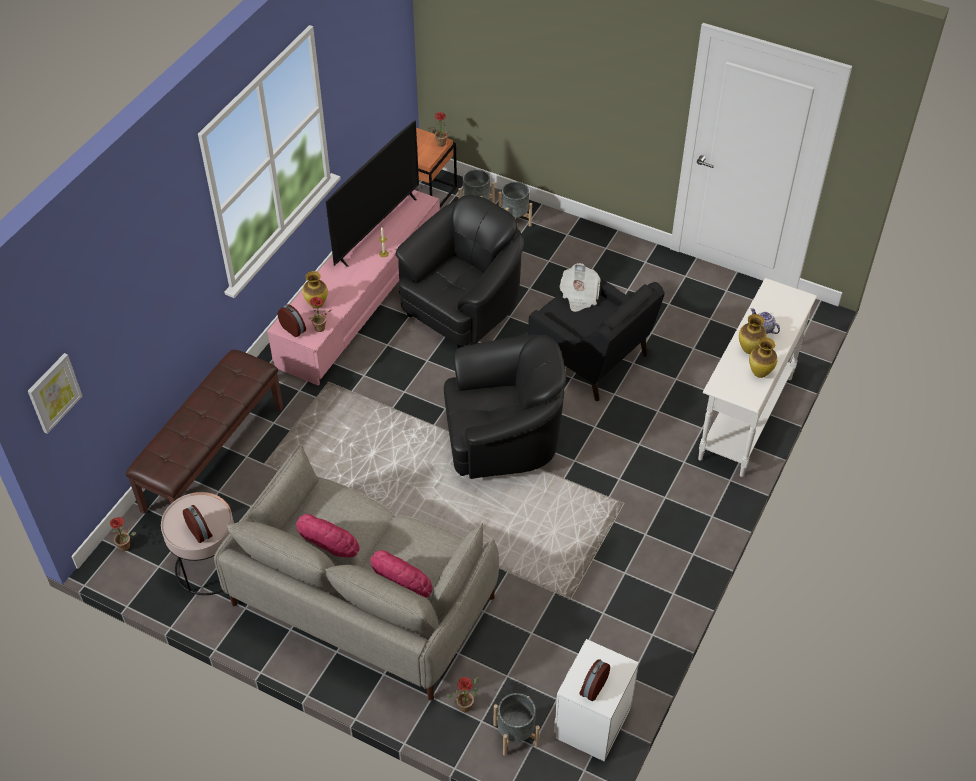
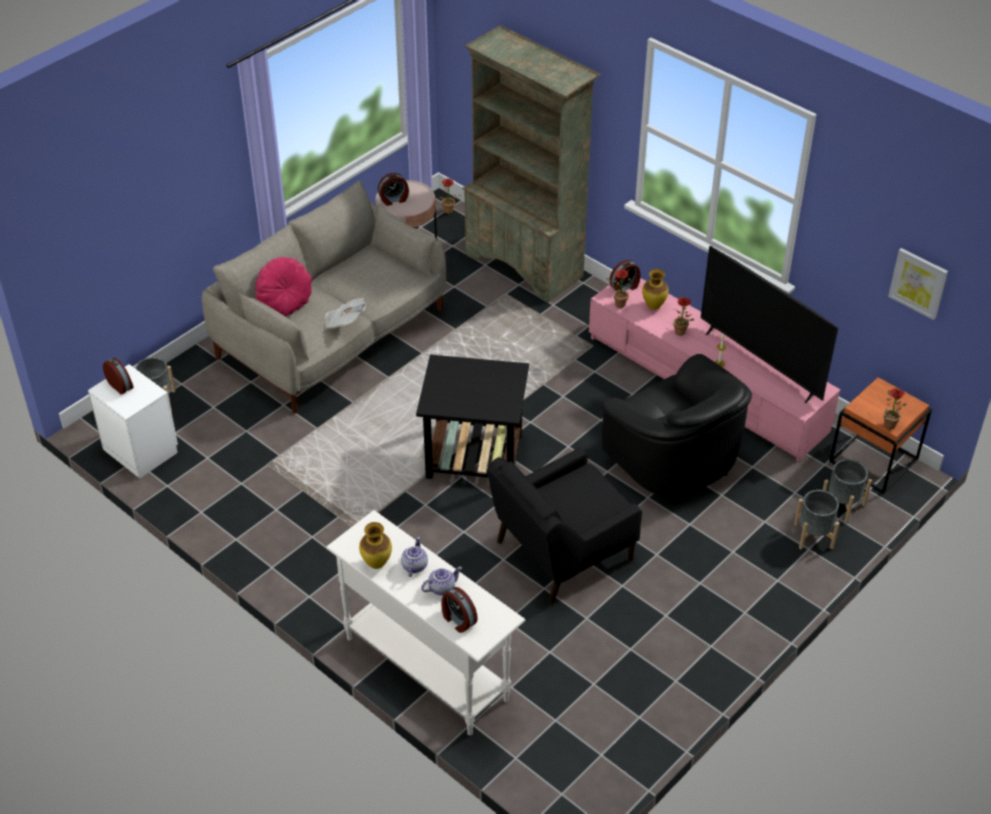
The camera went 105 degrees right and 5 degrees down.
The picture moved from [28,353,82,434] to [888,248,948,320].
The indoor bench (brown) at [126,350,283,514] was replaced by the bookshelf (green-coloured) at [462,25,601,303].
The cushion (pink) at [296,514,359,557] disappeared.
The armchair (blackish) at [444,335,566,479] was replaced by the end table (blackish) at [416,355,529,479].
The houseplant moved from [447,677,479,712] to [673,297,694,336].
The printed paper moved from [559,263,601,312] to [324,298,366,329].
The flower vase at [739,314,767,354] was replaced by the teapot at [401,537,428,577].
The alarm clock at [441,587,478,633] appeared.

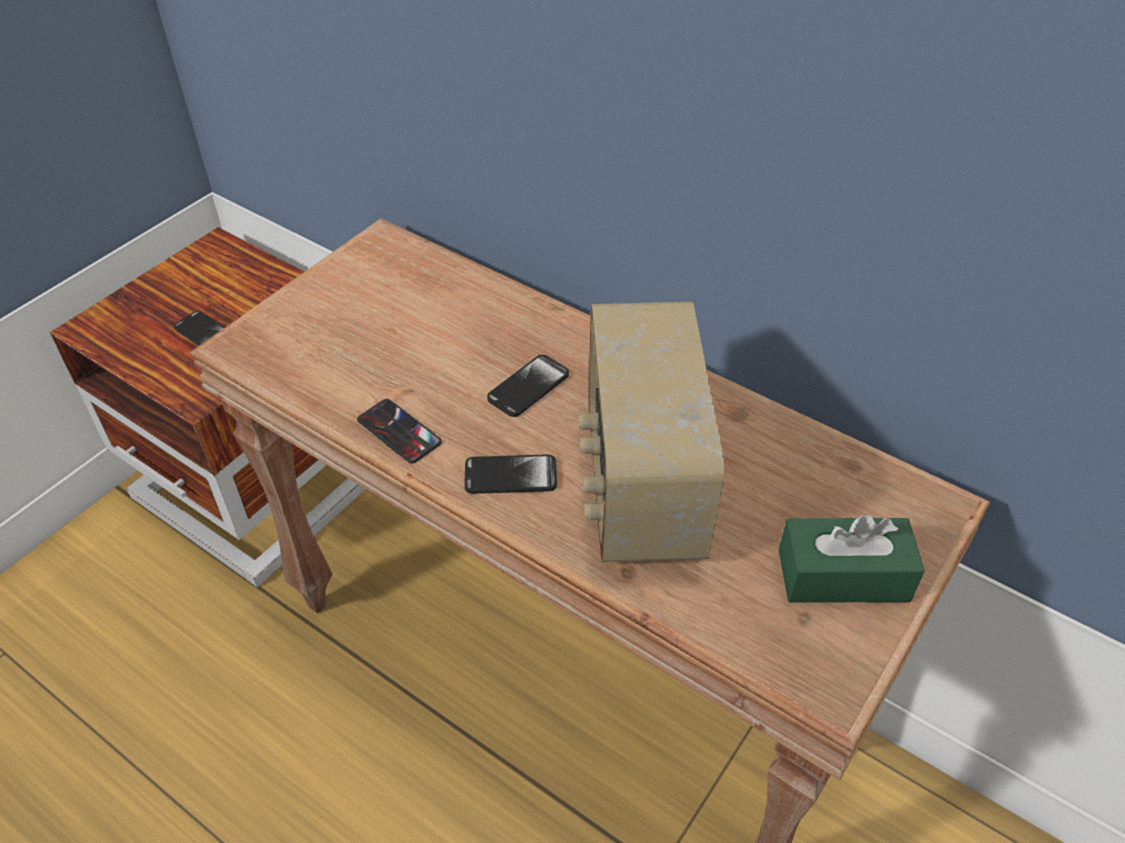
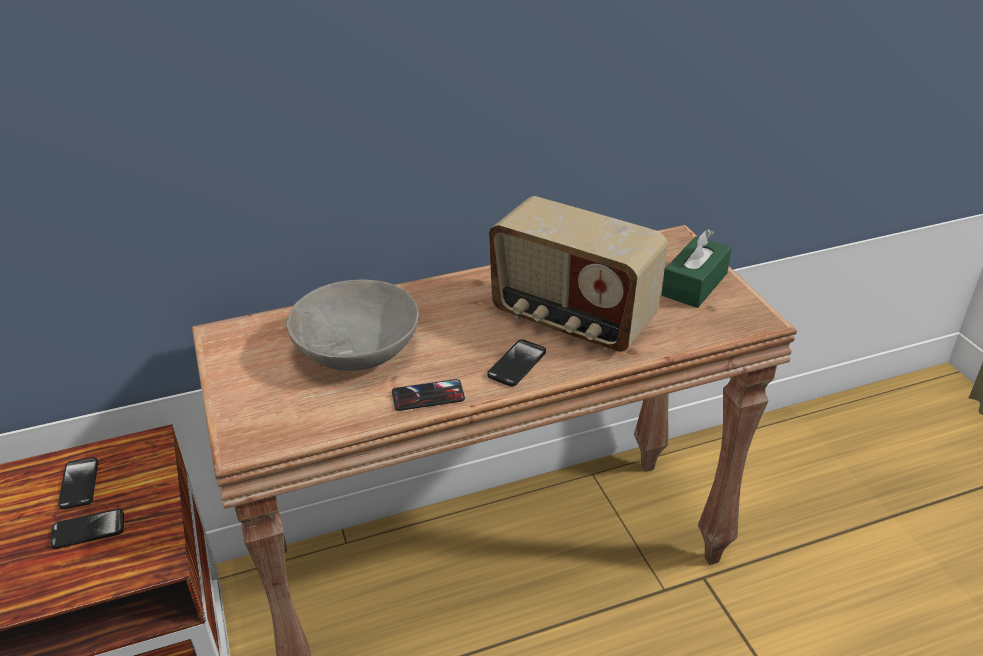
The camera went 55 degrees left and 10 degrees down.
The handset moved from [487,355,569,417] to [58,457,98,509].
The bowl (gray) at [286,280,419,371] appeared.

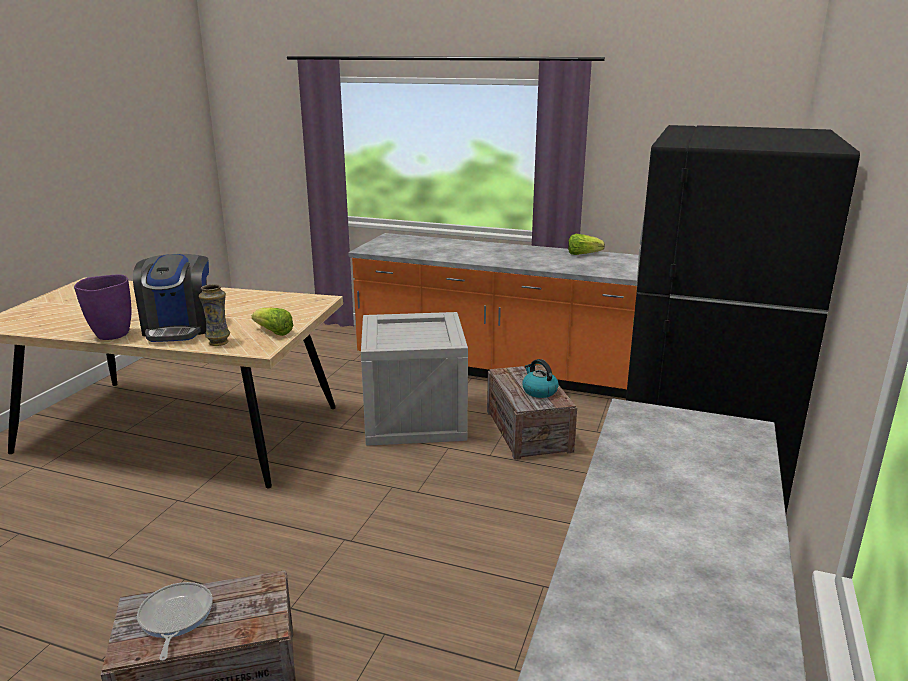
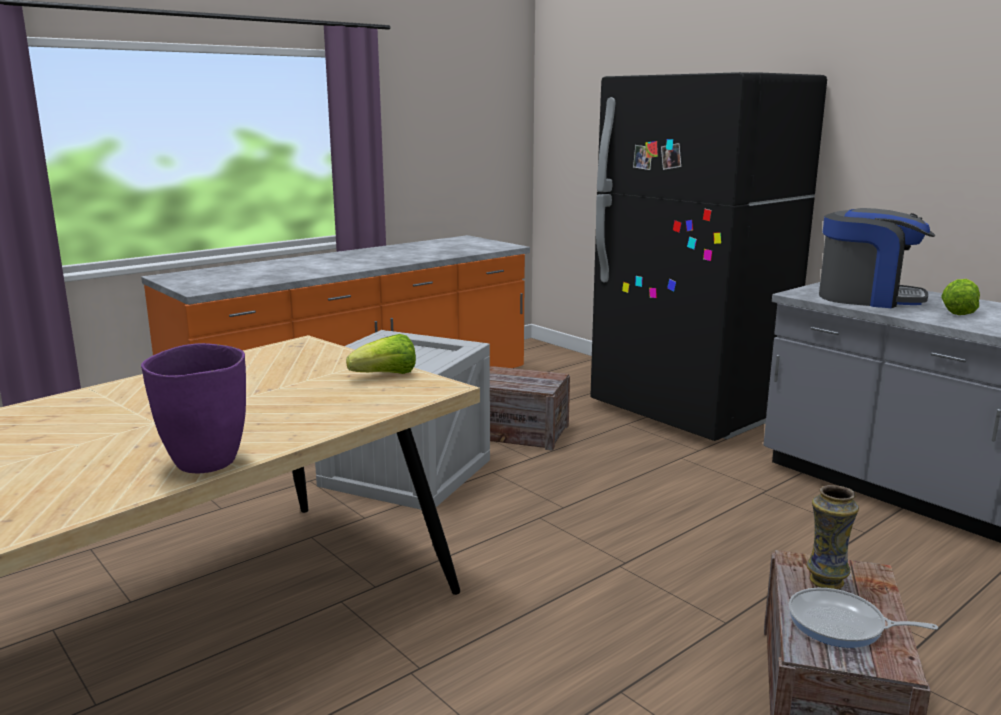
The camera went 60 degrees left and 5 degrees down.
The coffee maker moved from [133,254,209,342] to [819,208,935,308].
The flower vase moved from [199,284,230,346] to [806,485,859,589].
The kettle at [522,359,559,398] disappeared.
The lettuce moved from [568,234,605,255] to [941,279,980,315].

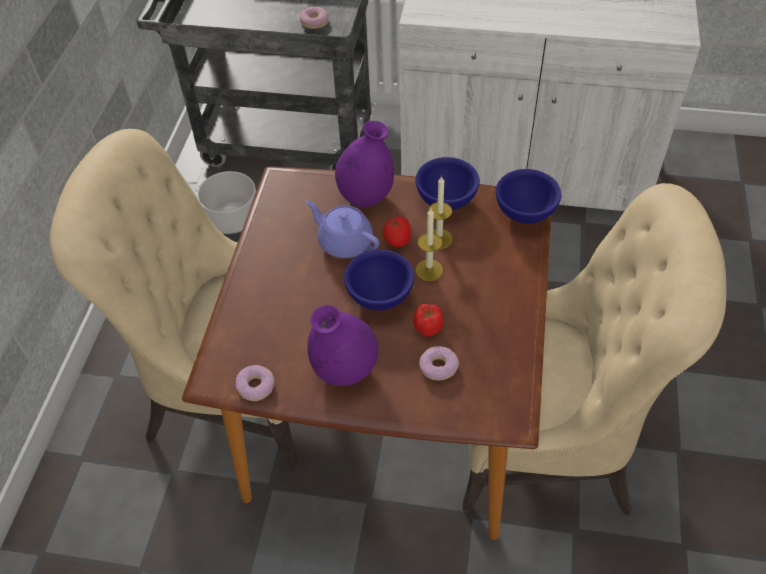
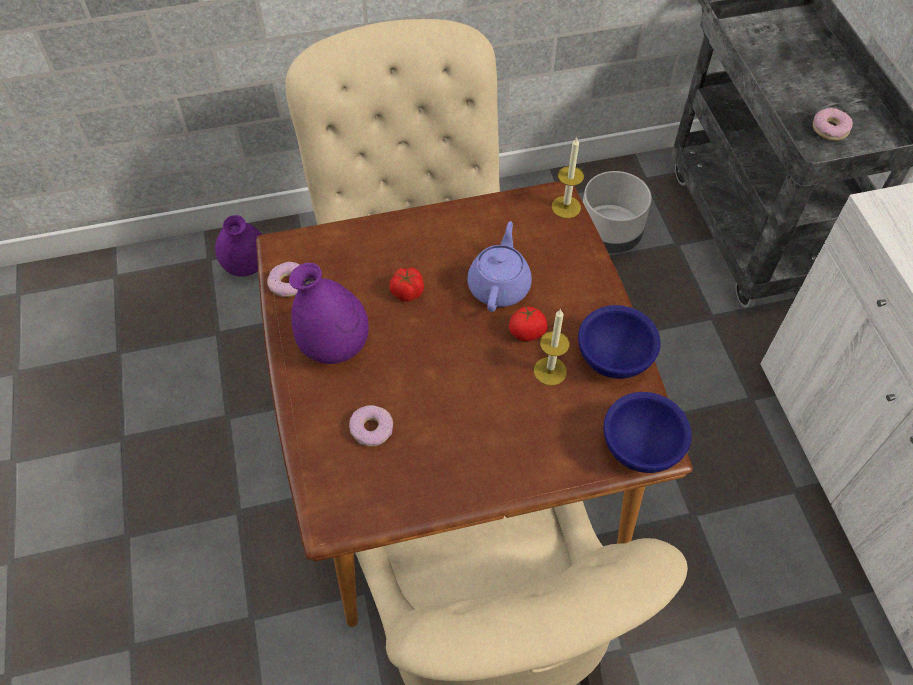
The camera went 65 degrees right and 5 degrees up.
The flower vase (purplish) moved from [335,121,394,207] to [215,215,262,277].
The bowl (blue-coloured) at [344,249,414,310] disappeared.
The whole tomato moved from [413,304,444,336] to [389,267,424,302].
The wax candle moved from [415,209,443,281] to [552,138,584,218].

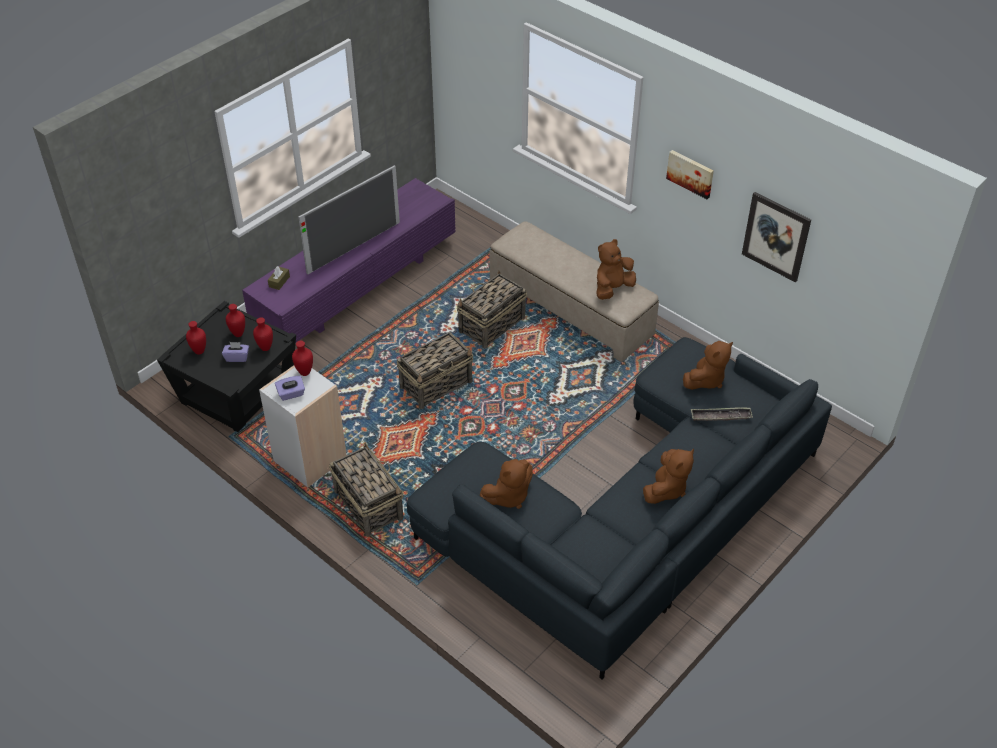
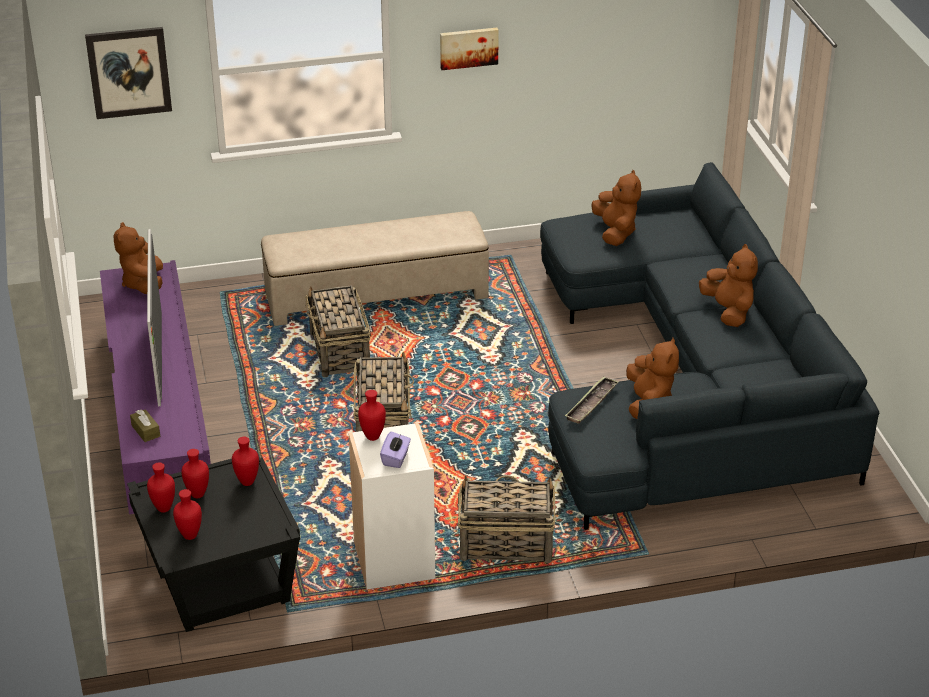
The camera went 55 degrees left and 10 degrees down.
The tissue box (purplish) at [222,342,249,362] disappeared.
The soft toy (brown) moved from [596,239,636,300] to [114,222,163,294].
The tray moved from [691,407,753,421] to [565,376,618,424].
The picture moved from [742,192,811,282] to [85,27,172,119].
The flower vase (red) at [147,462,175,513] appeared.

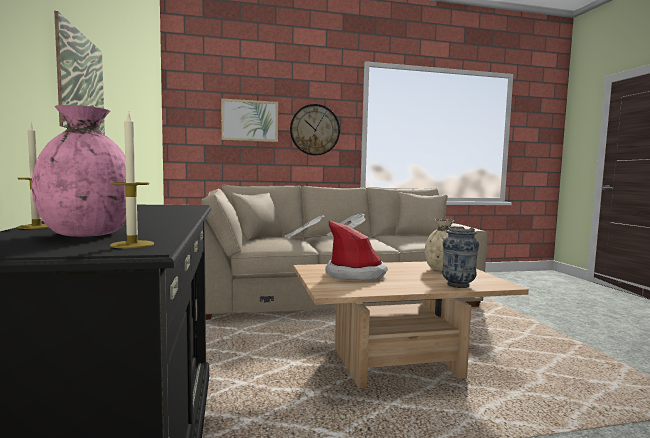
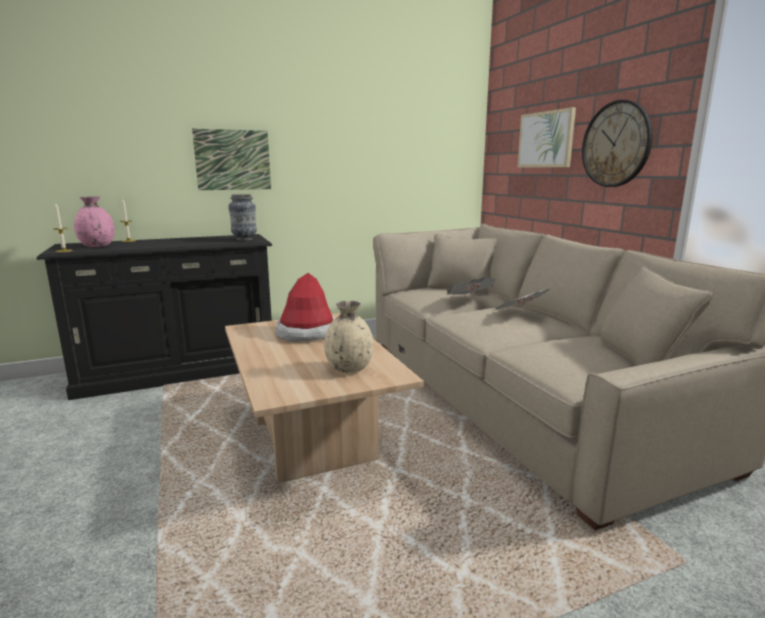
The camera went 80 degrees right and 10 degrees up.
The flower vase moved from [442,226,479,288] to [228,194,257,241].

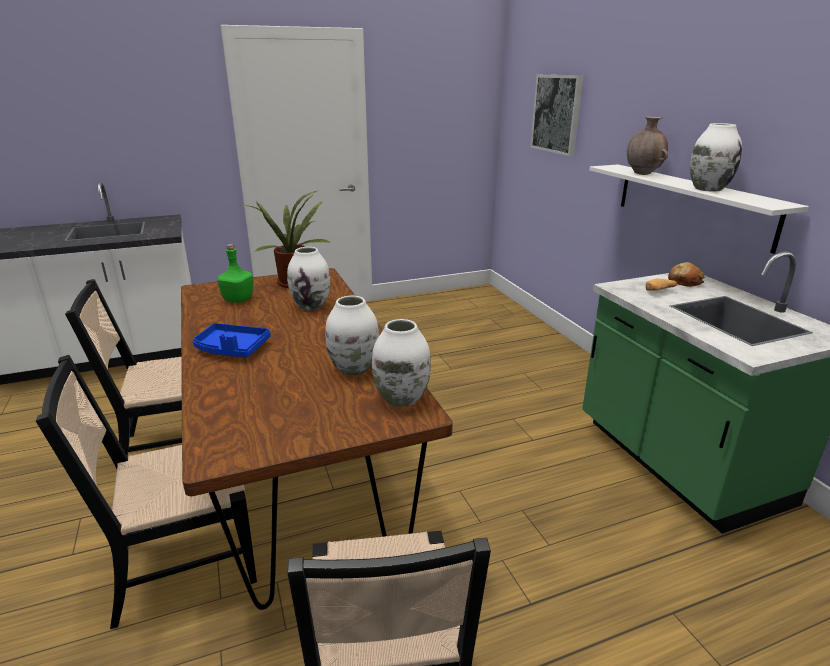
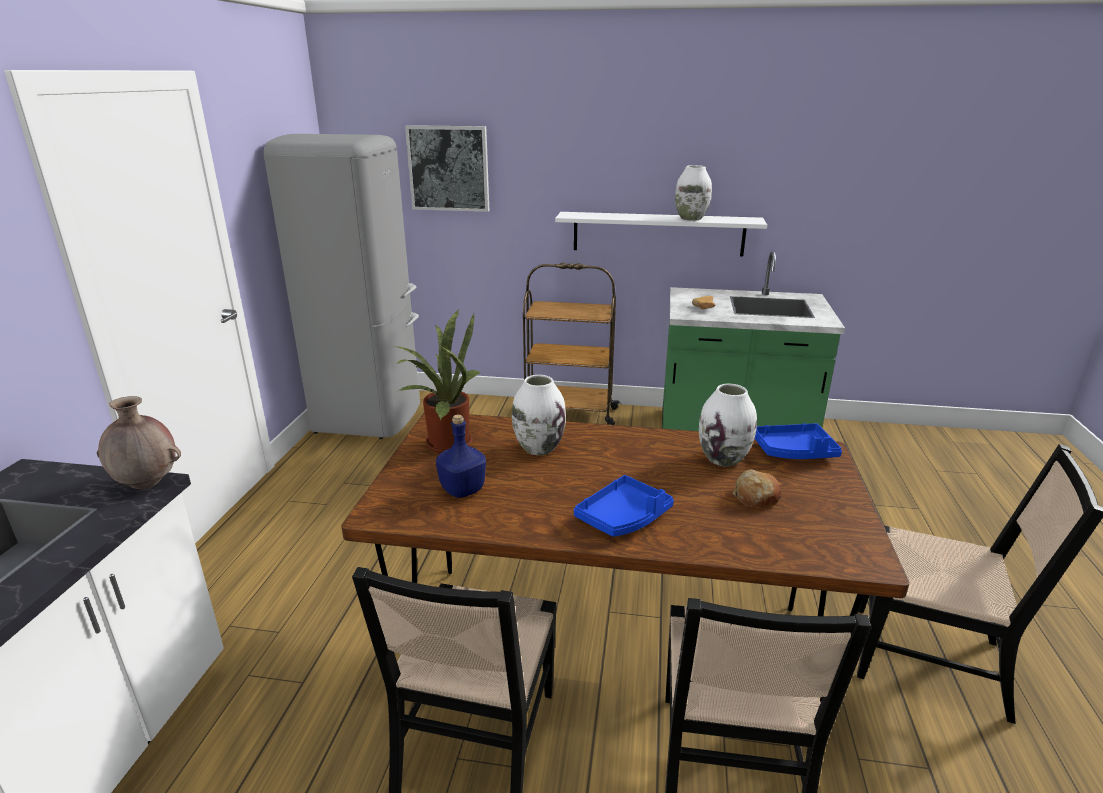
The camera went 60 degrees left and 0 degrees up.
The drink bottle (green-coloured) at [217,244,253,303] became the drink bottle (blue-coloured) at [436,414,486,498].
The flower vase (whitish) at [372,319,431,407] was replaced by the tray (blue-coloured) at [755,423,842,459].
The flower vase (brown) moved from [627,116,668,175] to [97,396,181,489].
The bread moved from [668,262,705,287] to [733,469,781,508].
The fridge (gray) at [264,134,420,439] appeared.
The wheeled cart (brown) at [523,263,622,425] appeared.

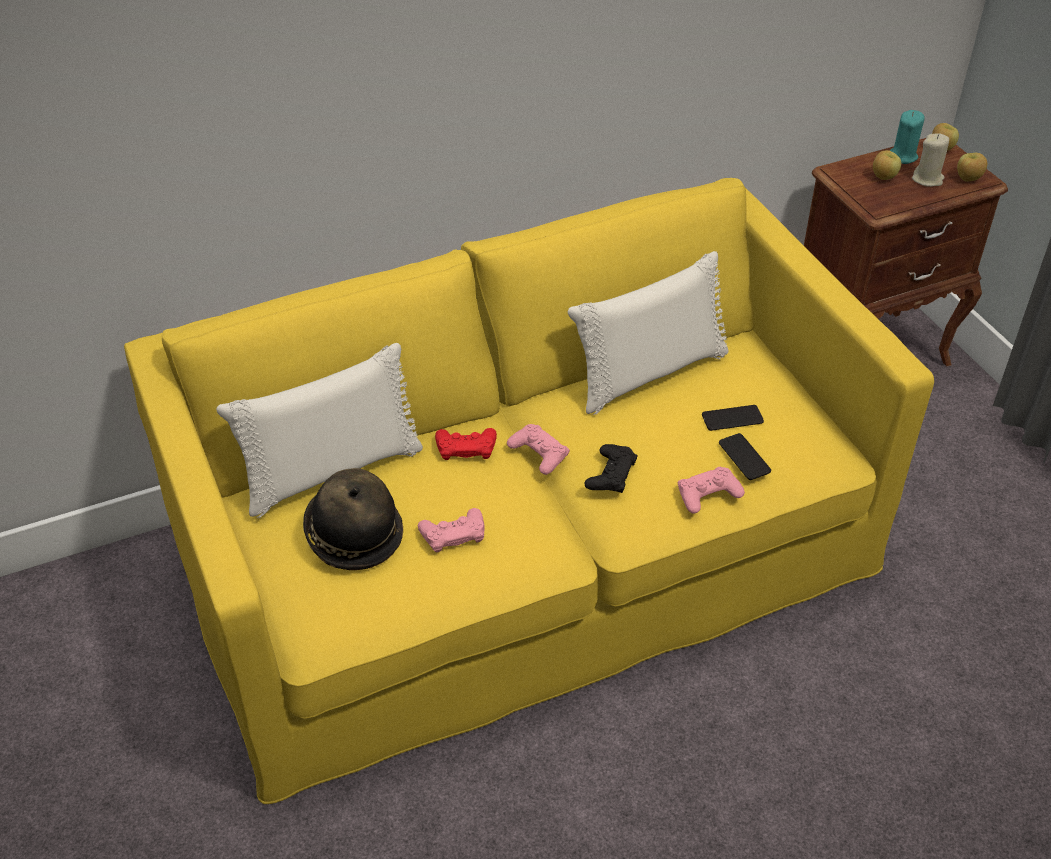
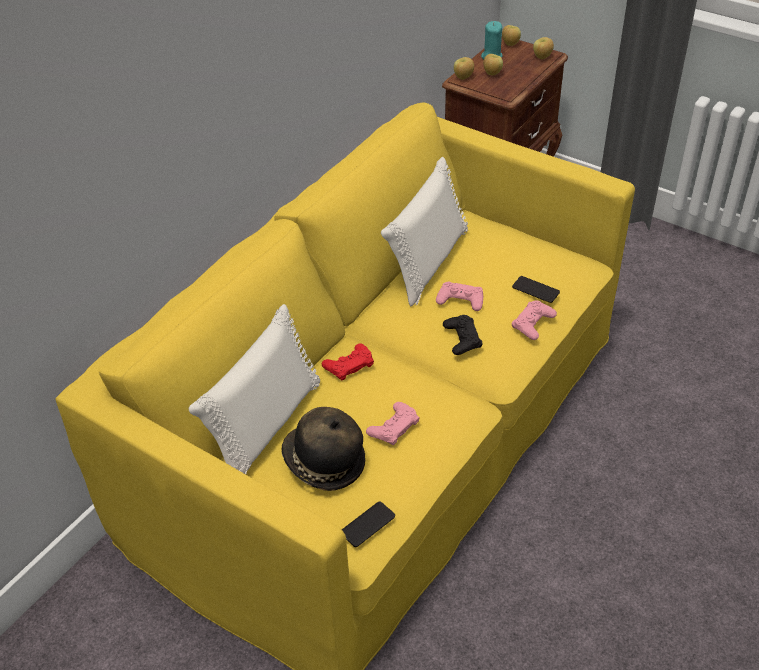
The camera went 30 degrees left and 0 degrees up.
The joypad (pink) moved from [507,424,570,475] to [436,282,483,311].
The handset moved from [702,405,764,431] to [342,501,395,547].
The wax candle (beige-coloured) at [912,133,949,187] disappeared.
The apple at [454,57,474,80] appeared.

